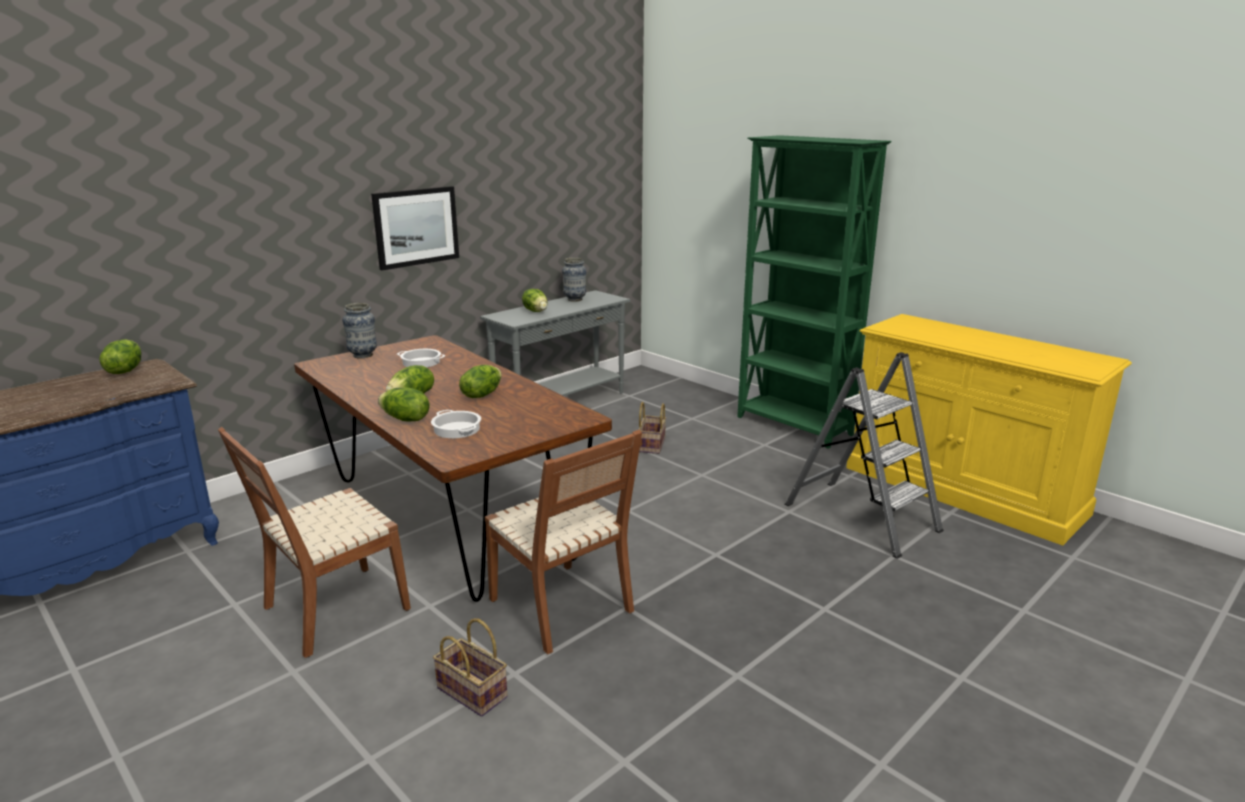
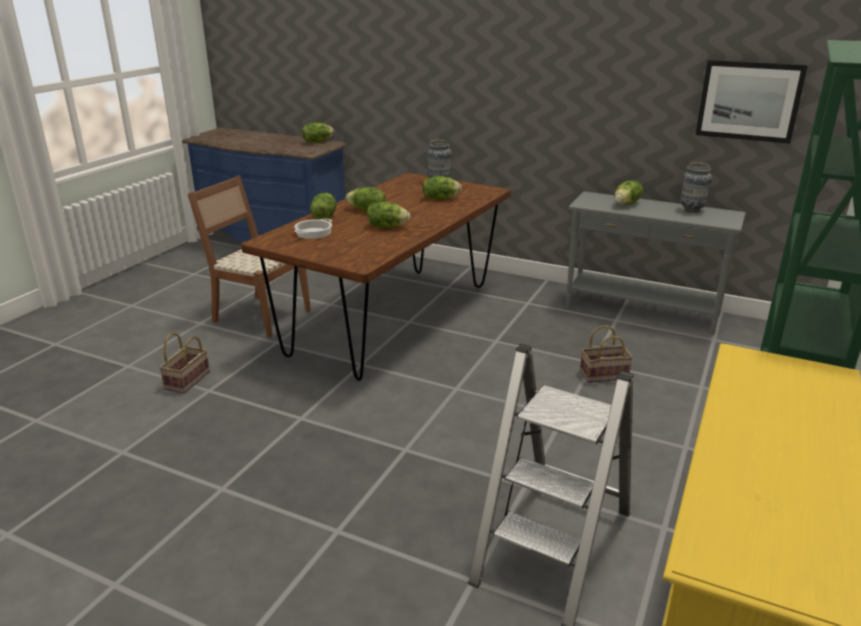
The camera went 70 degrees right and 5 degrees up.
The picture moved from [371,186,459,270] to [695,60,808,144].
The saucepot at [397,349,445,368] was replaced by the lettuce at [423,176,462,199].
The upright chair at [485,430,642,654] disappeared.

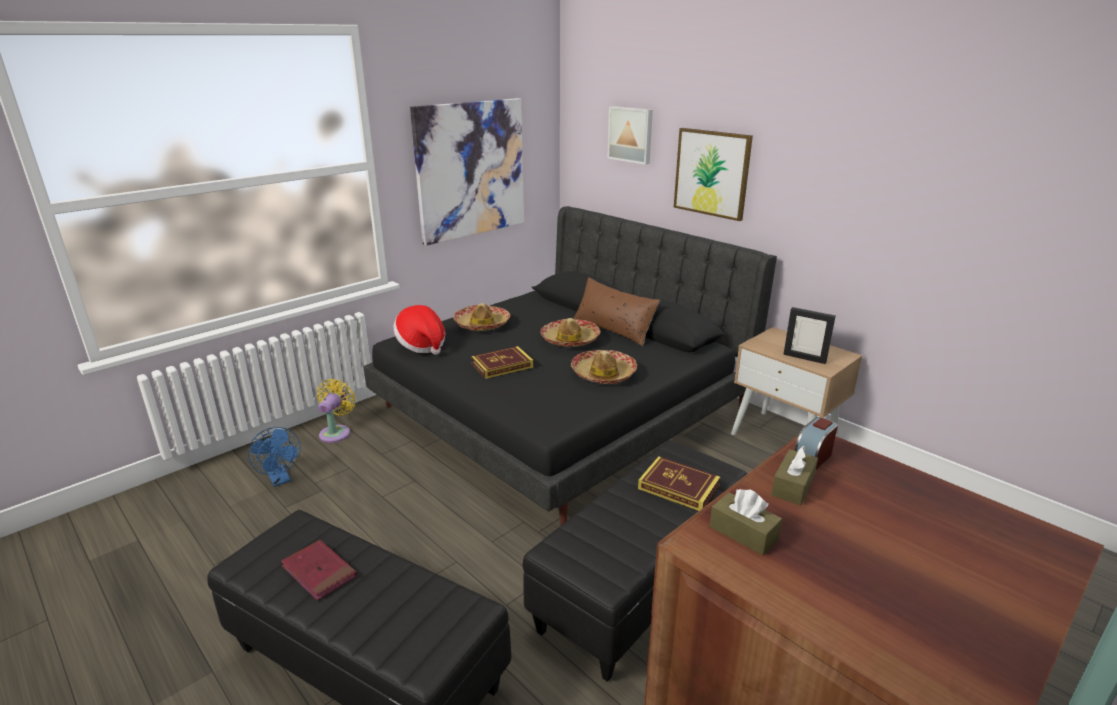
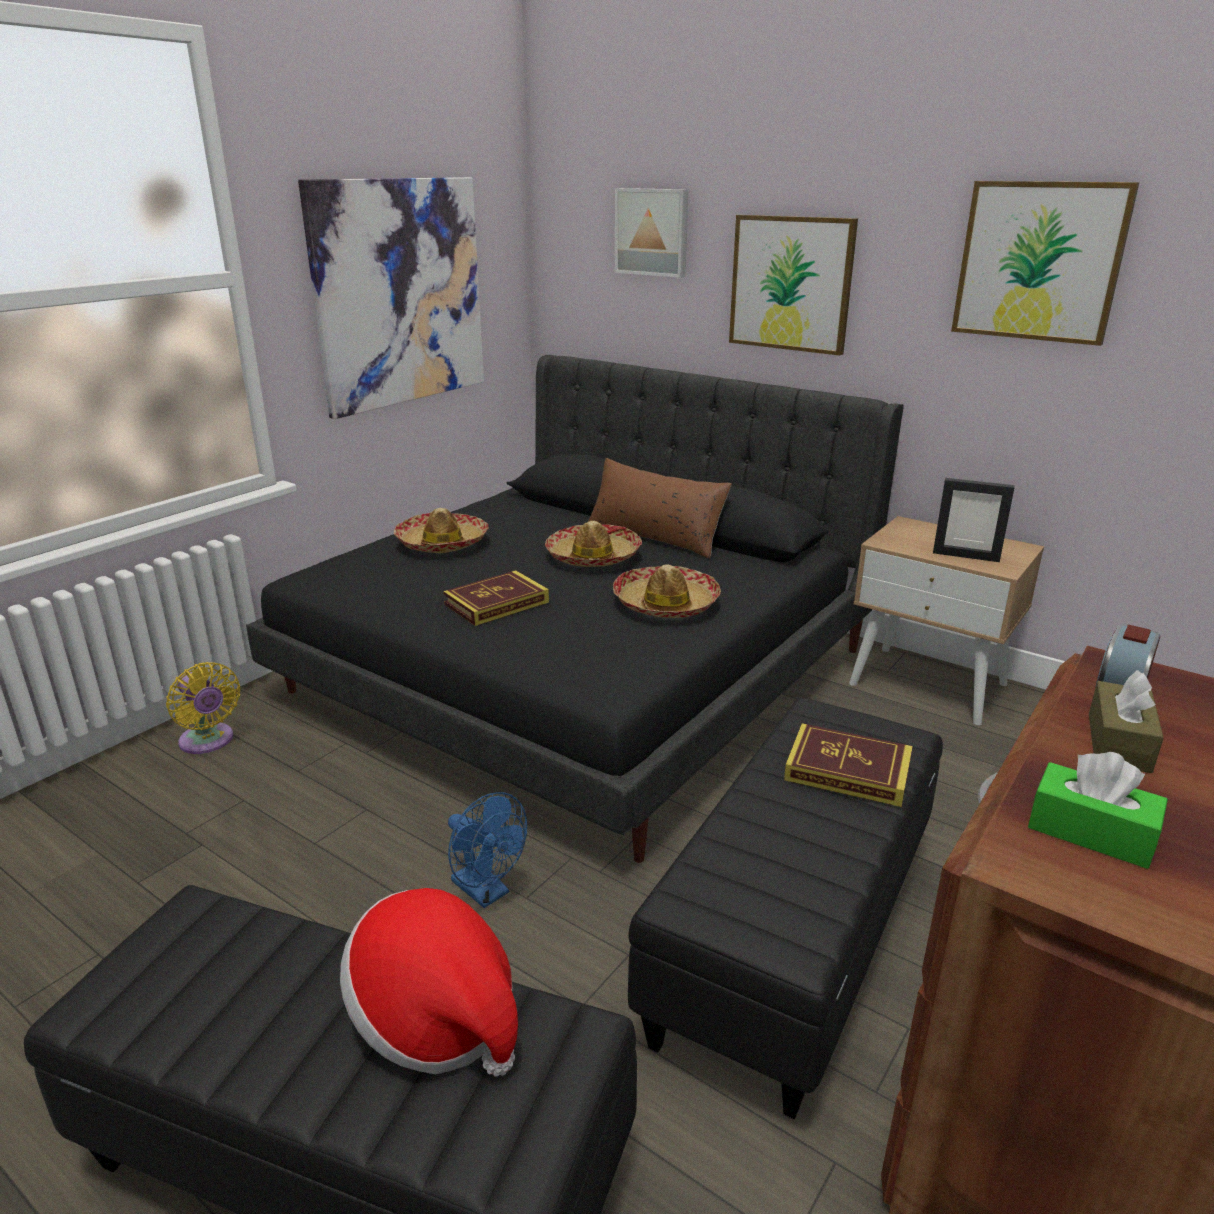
The camera went 10 degrees left and 0 degrees up.
The cooling fan (blue-coloured) moved from [248,427,301,487] to [448,792,527,908].
The bound book (red) at [281,540,357,601] disappeared.
The cooling fan (yellow-coloured) at [317,379,356,443] turned 135 degrees clockwise.
The hat moved from [393,305,445,355] to [340,888,518,1077].
The tissue box (brown) at [710,489,783,555] became the tissue box (green-coloured) at [1028,752,1168,869].
The picture at [951,181,1139,346] appeared.

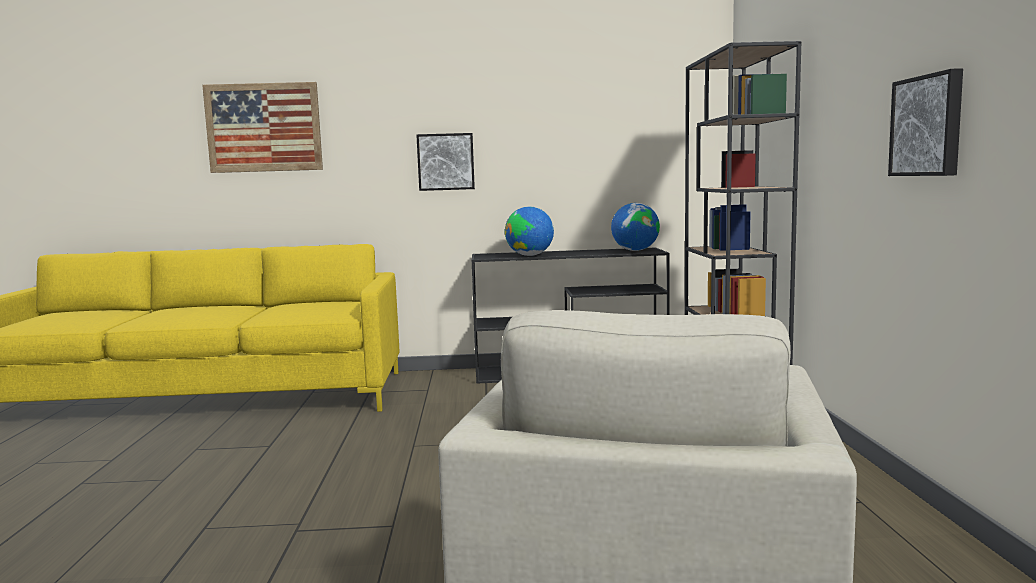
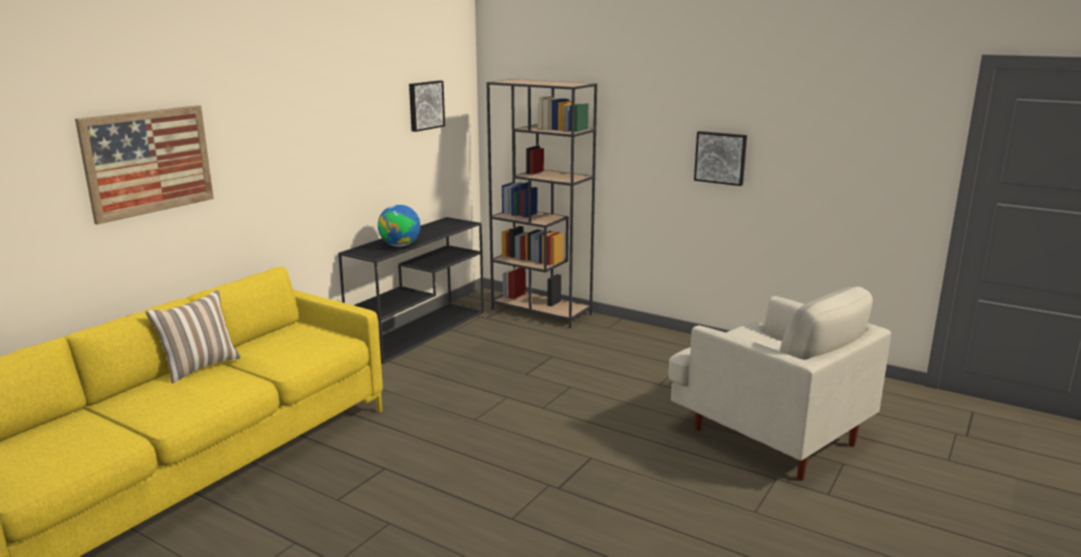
The camera went 55 degrees left and 10 degrees up.
The picture moved from [416,133,475,191] to [409,80,445,132].
The globe at [611,203,660,251] disappeared.
The cushion at [146,290,240,384] appeared.

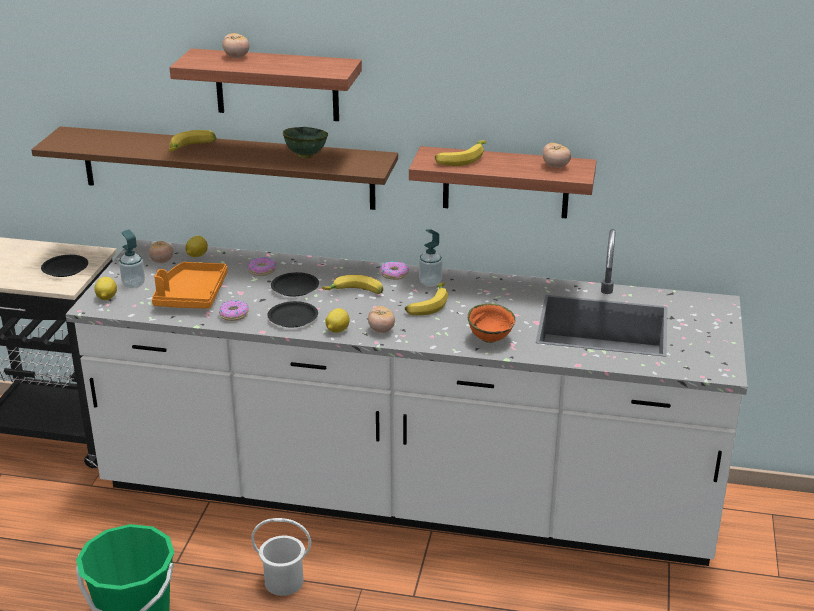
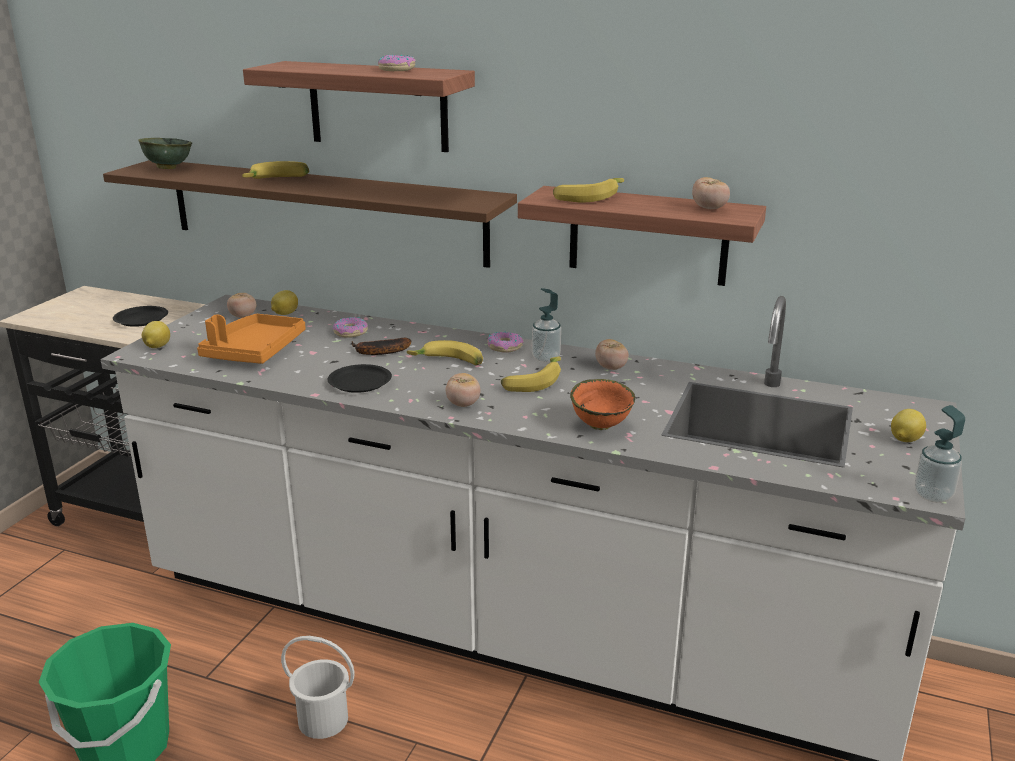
The camera went 10 degrees right and 5 degrees down.
The liquid soap bottle moved from [119,230,145,288] to [914,405,965,503].
The ring doughnut moved from [219,300,249,321] to [378,55,416,71].
The whole tomato moved from [222,33,250,58] to [595,339,629,370].
The flat dish (blackish) at [271,272,319,296] was replaced by the banana fruit at [352,338,412,355].
The bowl (green-coloured) moved from [283,127,328,158] to [138,138,192,169].
The whole lemon moved from [325,308,350,333] to [891,409,926,442].

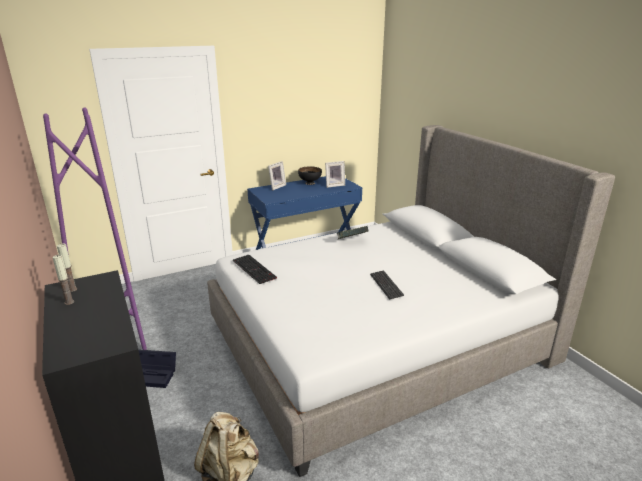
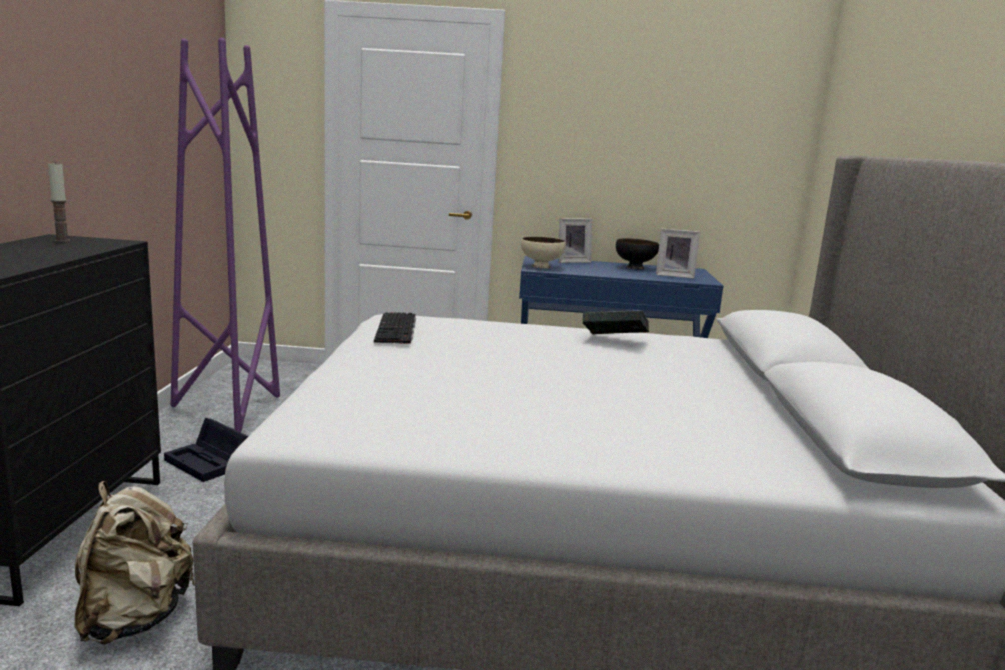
The camera went 30 degrees right and 10 degrees down.
The wax candle at [52,255,74,305] disappeared.
The computer keyboard at [370,271,404,300] disappeared.
The bowl (beige-coloured) at [521,236,566,268] appeared.

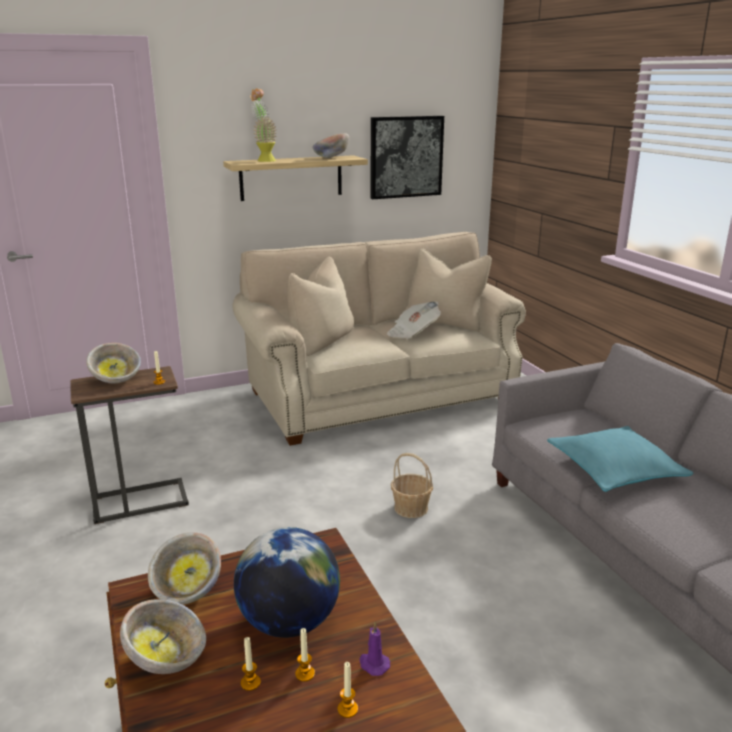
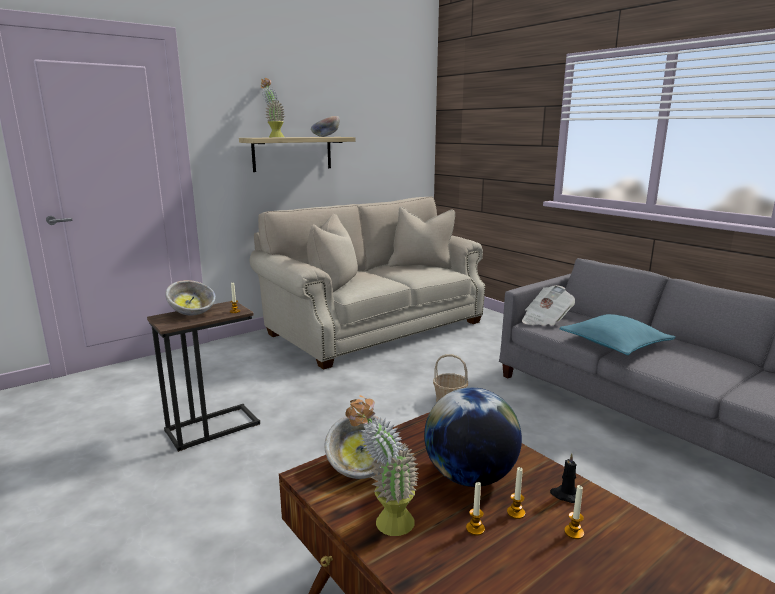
The camera went 15 degrees left and 5 degrees down.
The bowl at [120,599,206,674] was replaced by the houseplant at [345,395,419,536].
The wax candle (purplish) at [360,622,390,676] became the wax candle (blackish) at [550,453,577,503].
The picture at [371,116,444,199] disappeared.
The printed paper moved from [387,301,441,339] to [522,285,575,326].

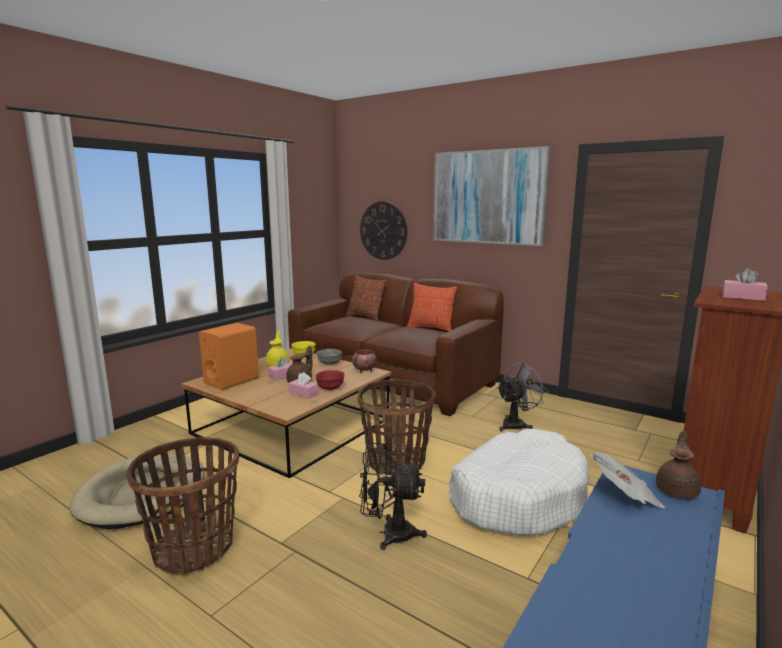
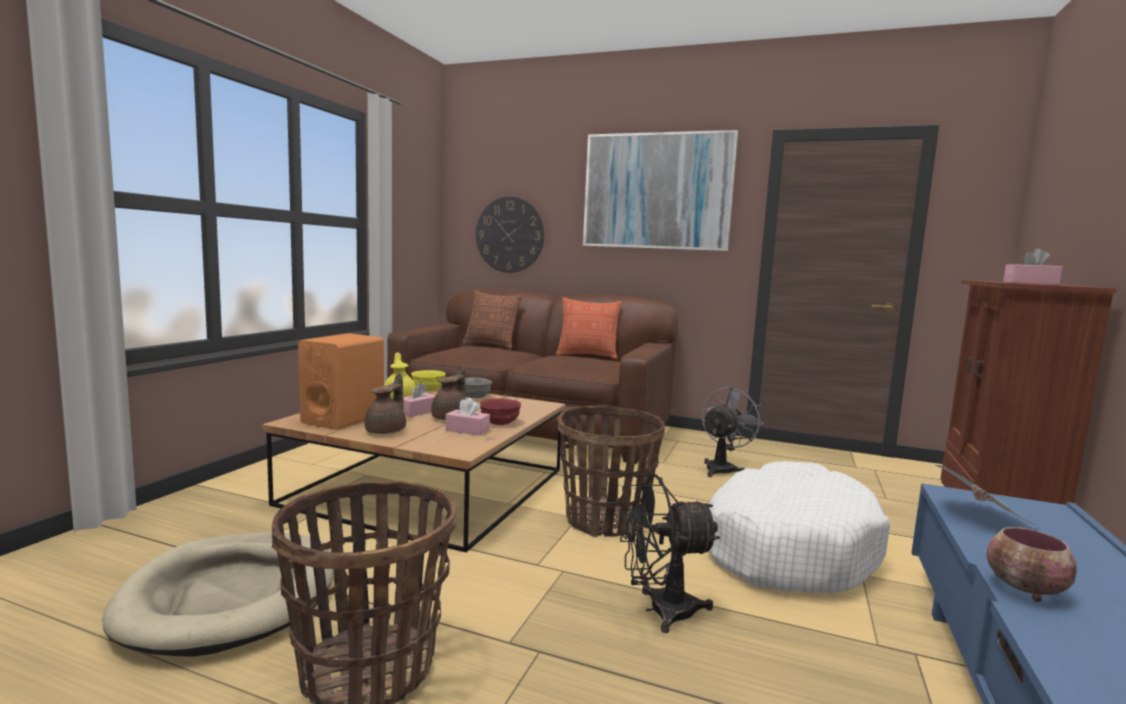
The camera went 15 degrees left and 5 degrees down.
The bowl moved from [352,350,377,373] to [986,527,1077,602].
The teapot (brown) moved from [656,430,701,499] to [364,373,406,434].

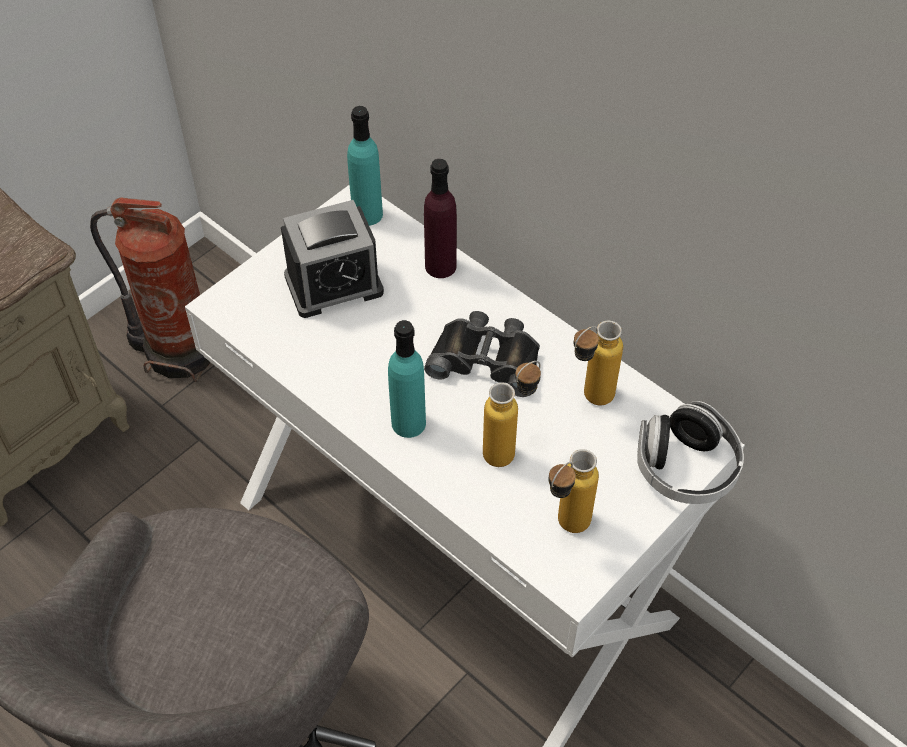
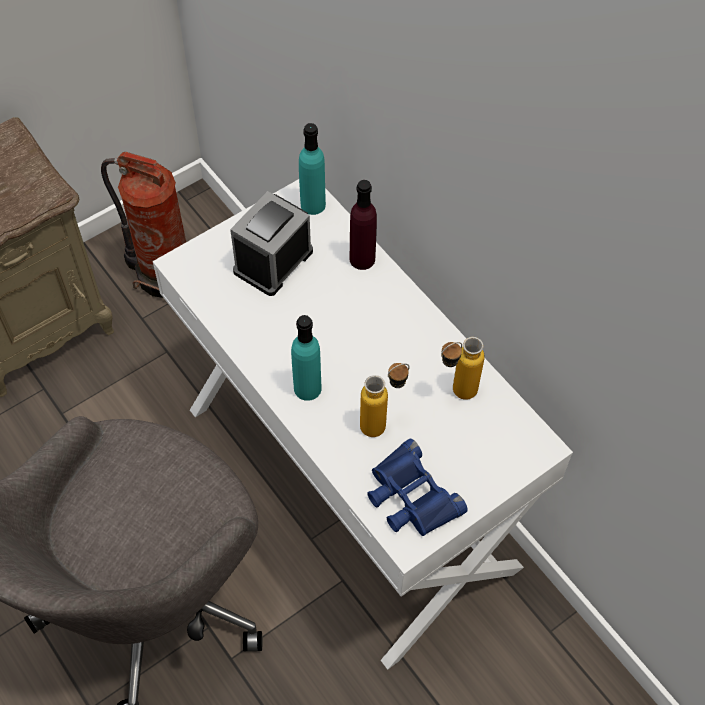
The camera went 10 degrees right and 5 degrees up.
The alarm clock at [281,200,384,318] turned 135 degrees clockwise.
The pair of binoculars (blackish) at [424,311,540,397] disappeared.
The drink bottle at [549,449,599,533] was replaced by the pair of binoculars (blue-coloured) at [367,439,468,536].
The pair of headphones at [637,401,744,504] disappeared.

